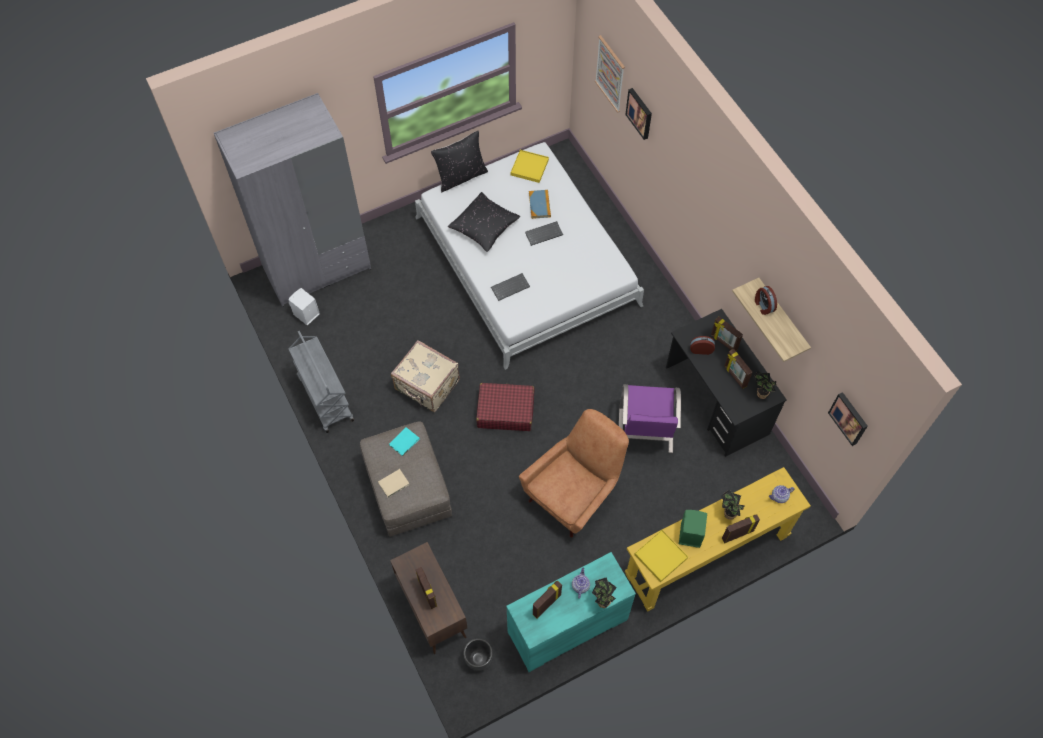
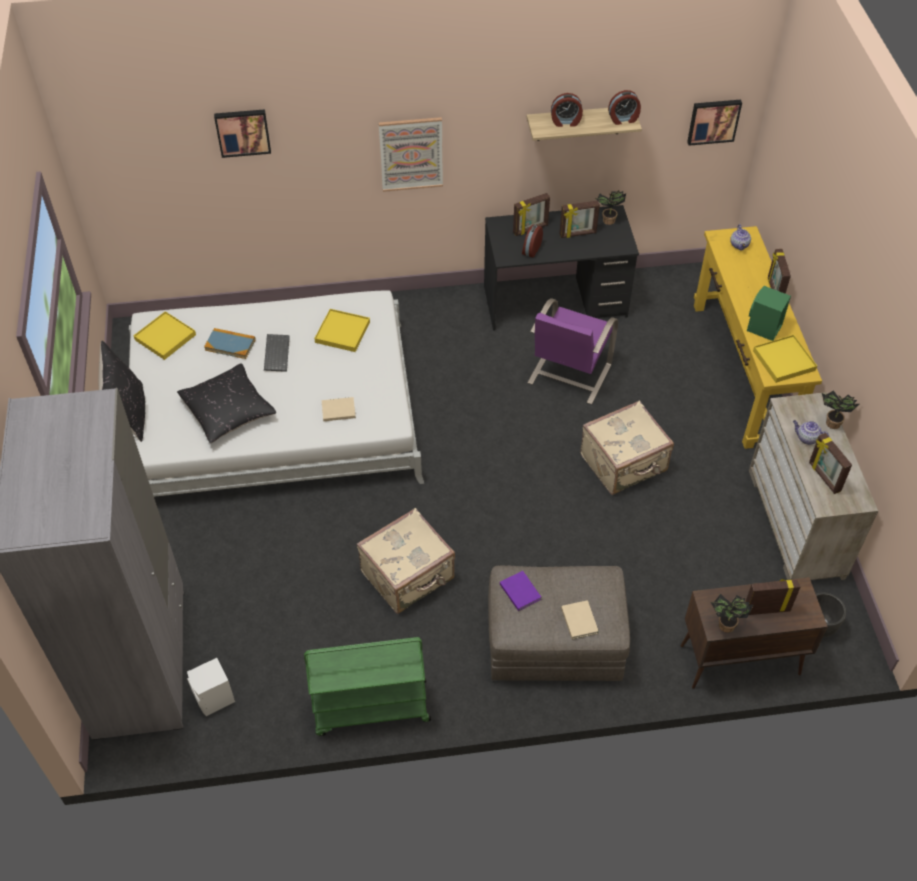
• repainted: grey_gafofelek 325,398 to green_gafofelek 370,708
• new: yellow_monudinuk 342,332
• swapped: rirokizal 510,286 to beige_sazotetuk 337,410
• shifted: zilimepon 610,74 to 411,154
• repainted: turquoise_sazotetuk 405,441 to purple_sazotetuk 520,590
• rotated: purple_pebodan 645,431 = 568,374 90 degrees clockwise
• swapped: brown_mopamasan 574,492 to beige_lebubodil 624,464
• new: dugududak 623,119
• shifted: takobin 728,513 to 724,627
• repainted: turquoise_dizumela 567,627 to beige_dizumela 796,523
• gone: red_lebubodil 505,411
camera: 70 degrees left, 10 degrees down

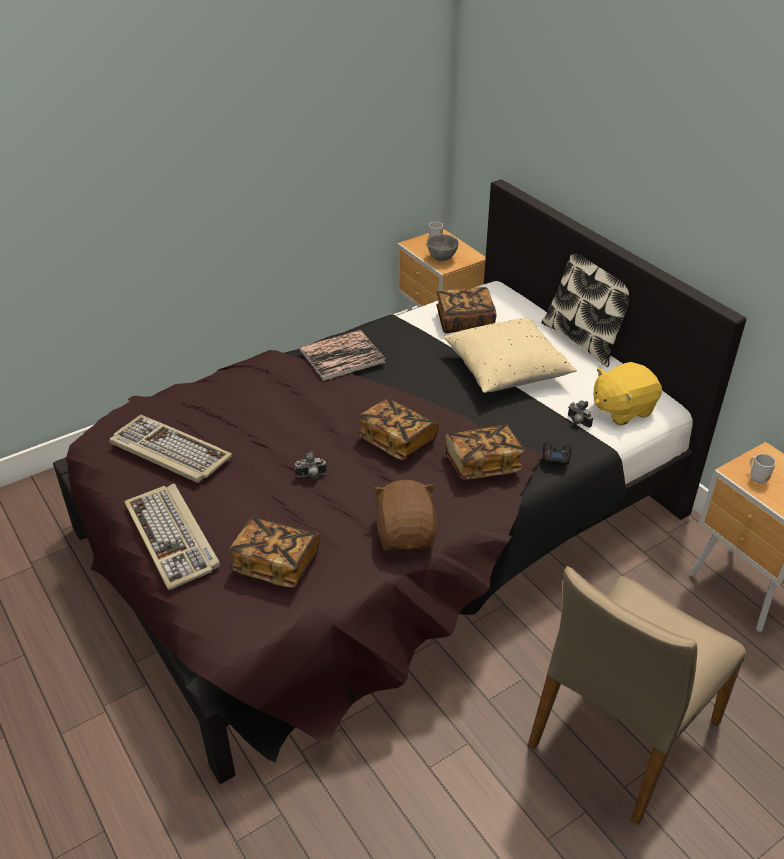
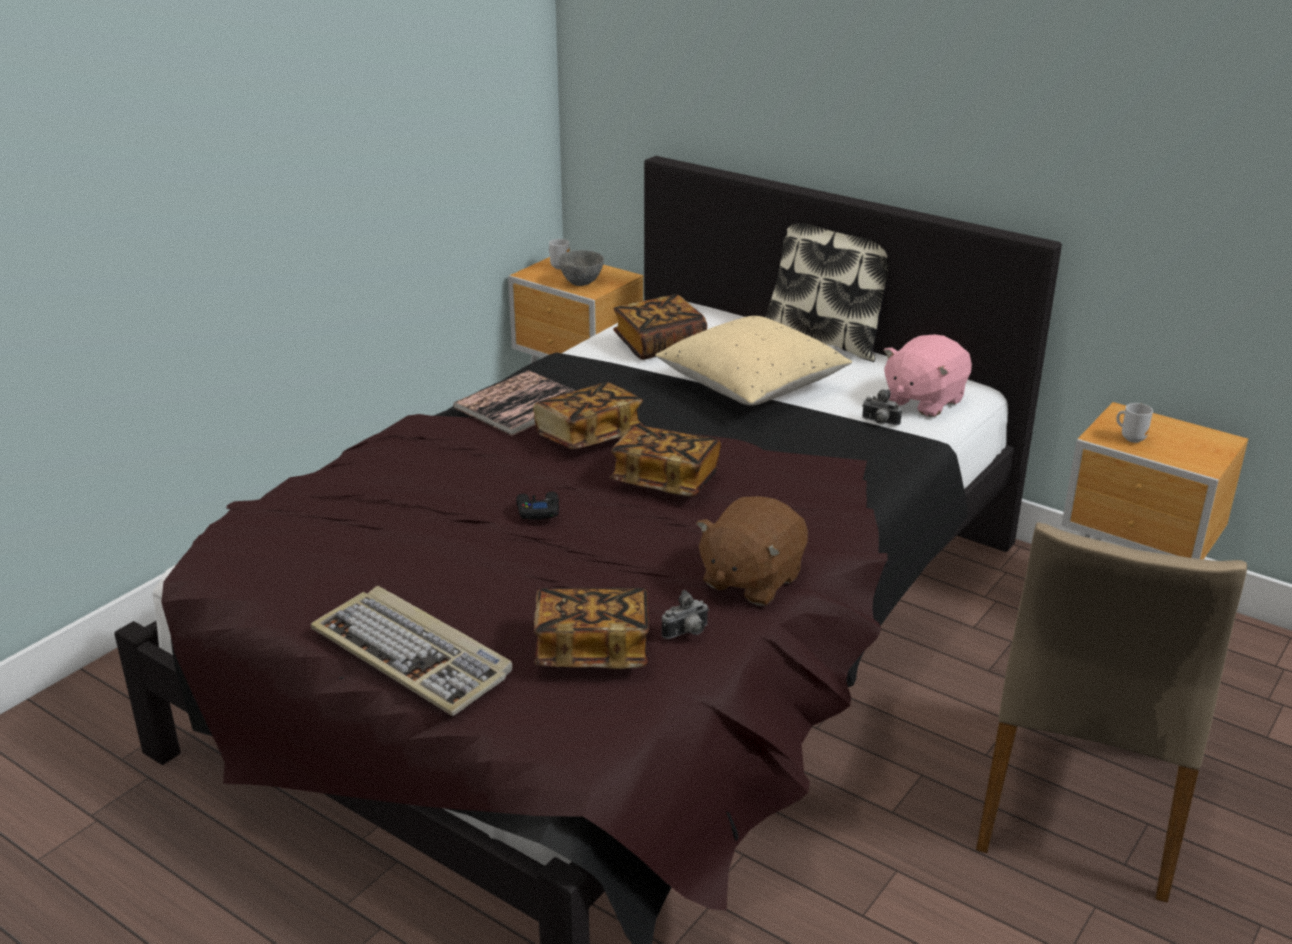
• shifted: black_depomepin 555,456 to 537,511
• shifted: sazotetuk 482,464 to 589,436
• shifted: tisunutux 311,476 to 687,633
• rotated: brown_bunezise 406,535 = 750,580 120 degrees counterclockwise
• repainted: yellow_bunezise 622,409 to pink_bunezise 923,401
• gone: rirokizal 168,452
camera: 20 degrees left, 10 degrees down

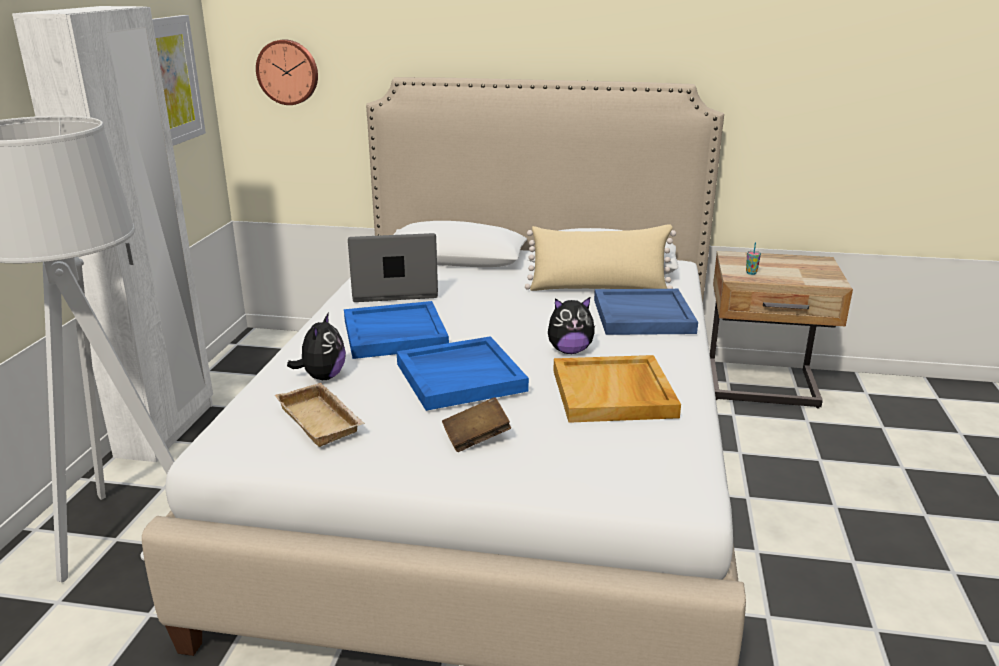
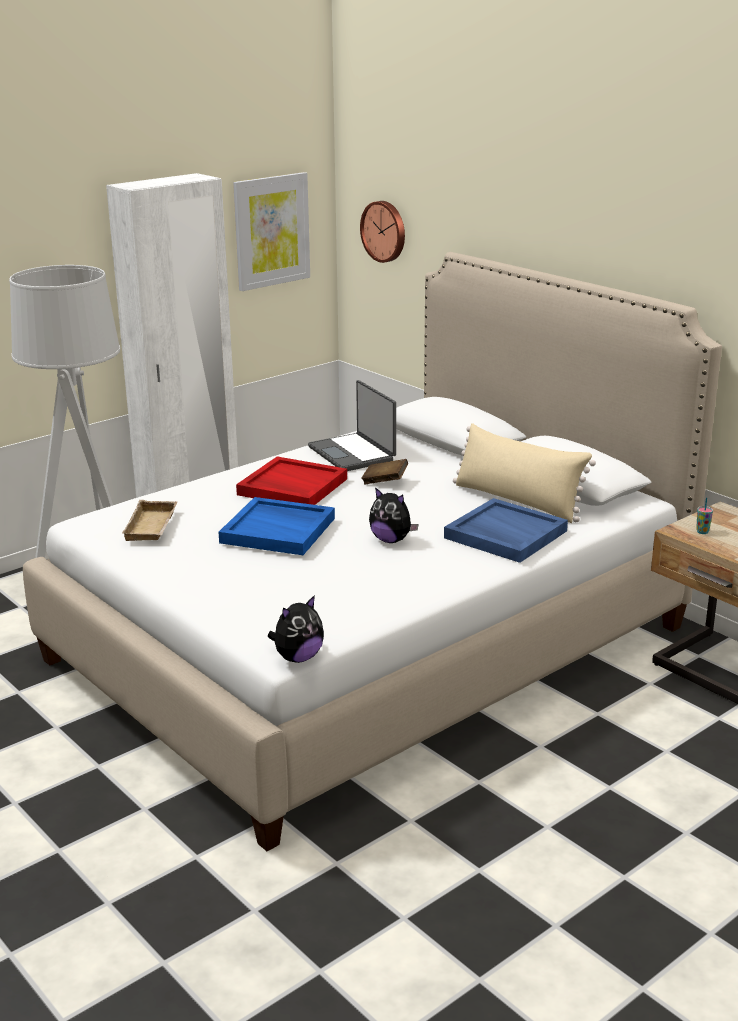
• repainted: blue_monudinuk 394,334 to red_monudinuk 291,487
• shifted: bunezise 322,377 to 298,658
• rotated: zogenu 394,290 = 353,454 150 degrees counterclockwise
• shifted: brown_sazotetuk 476,438 to 385,482
• gone: beige_monudinuk 614,394
camera: 40 degrees right, 0 degrees up

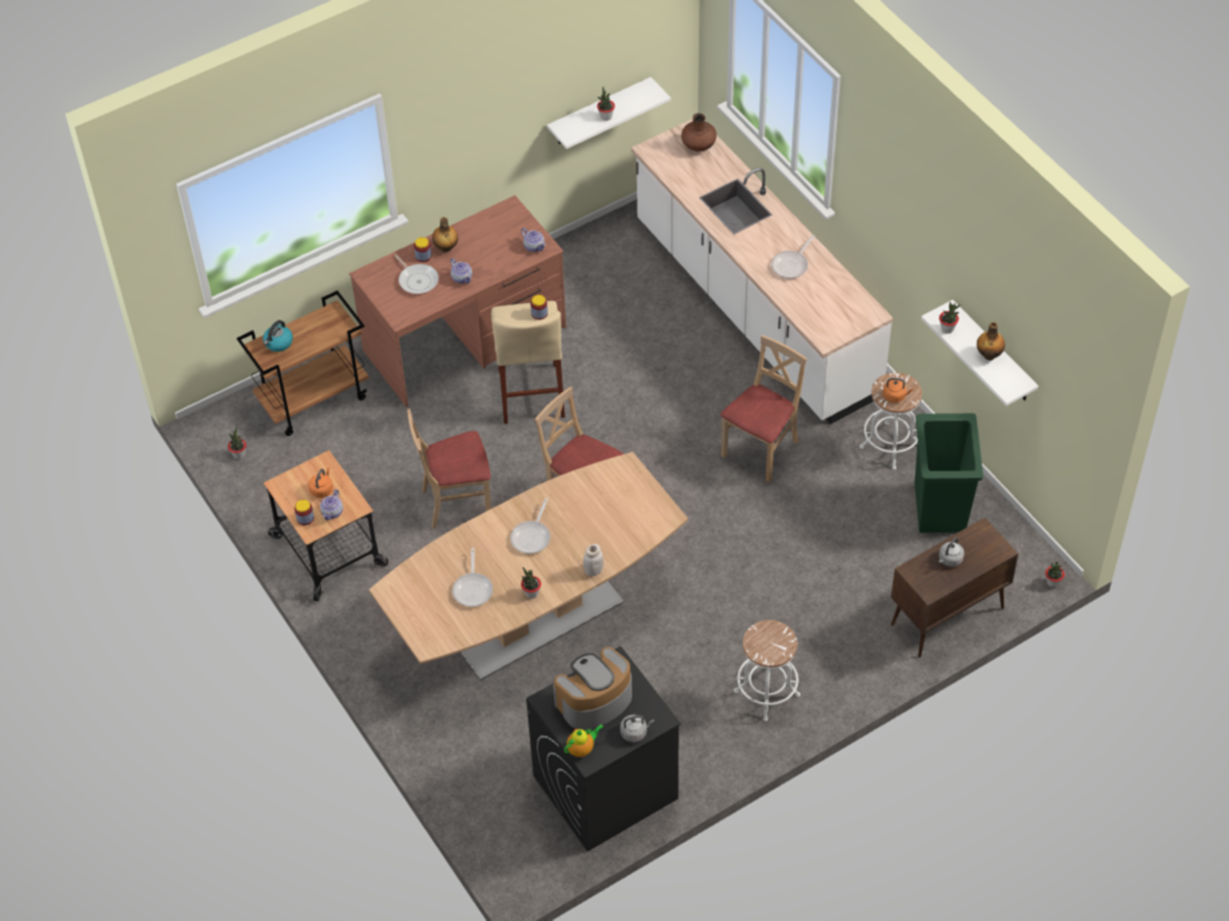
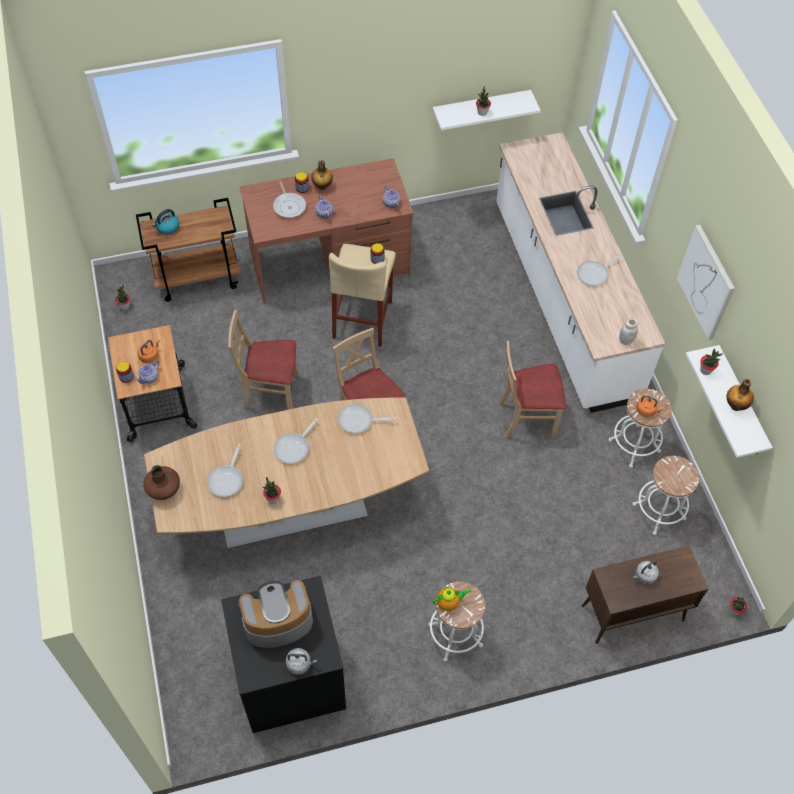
• shifted: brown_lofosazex 698,145 to 164,489
• new: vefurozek 359,421
• shifted: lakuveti 582,749 to 449,603
• rotated: beige_pebodan 761,450 = 527,418 150 degrees counterclockwise
• shifted: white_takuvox 593,570 to 626,340
• swapped: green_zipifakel 940,506 to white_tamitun 659,511
• new: zilimepon 706,282
camera: 15 degrees right, 5 degrees up

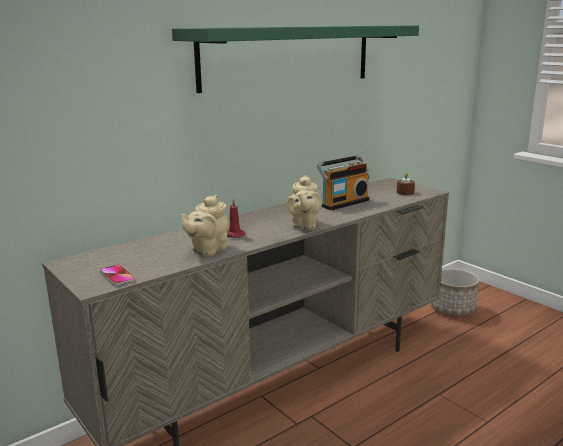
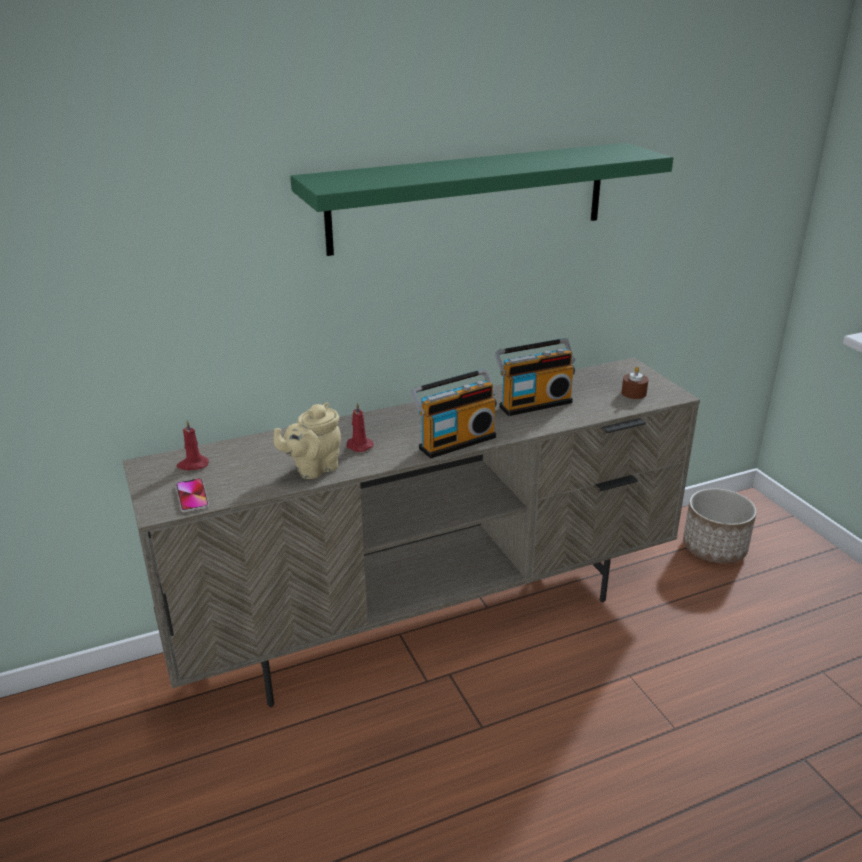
• new: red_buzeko 192,465
• swapped: beige_lakuveti 304,226 to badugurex 455,441
camera: 15 degrees right, 10 degrees up

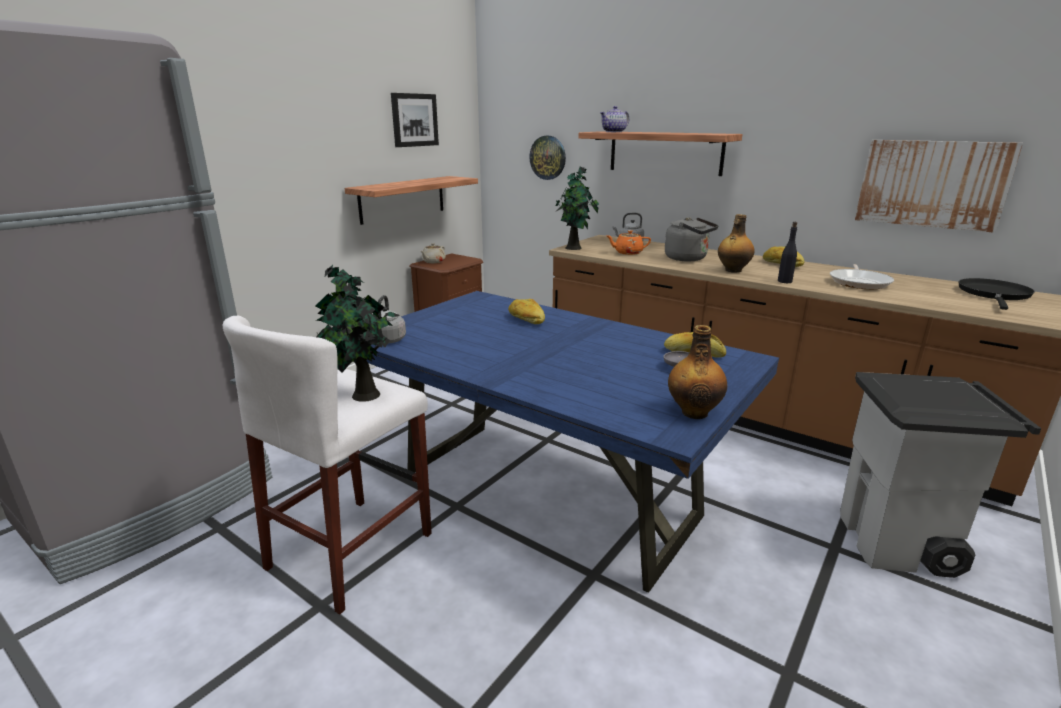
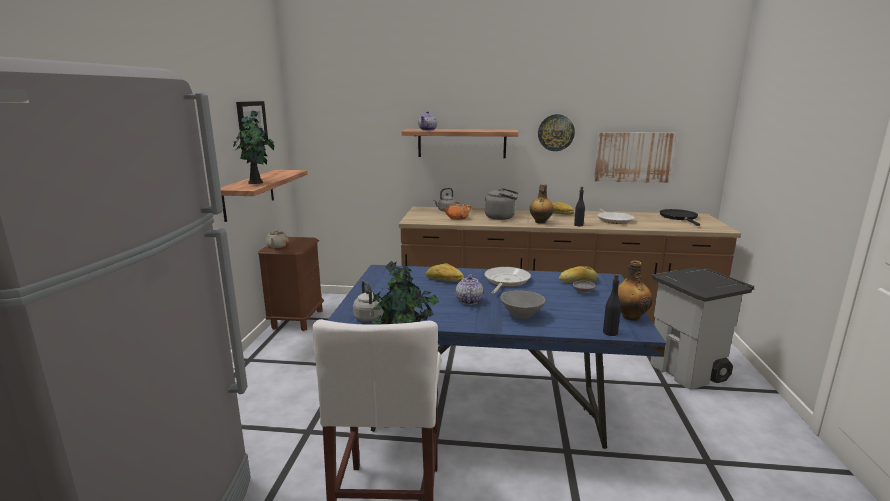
• shifted: takobin 574,248 to 257,182
• new: lakuveti 468,301
• new: vefurozek 506,281
• new: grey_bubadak 521,315
• shifted: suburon 548,157 to 556,132
• new: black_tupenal 610,332
camera: 30 degrees left, 5 degrees down

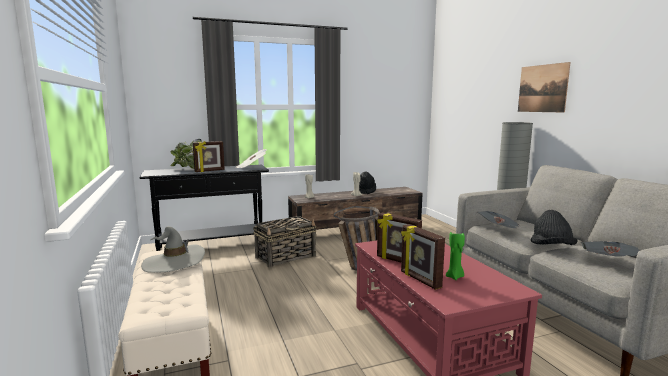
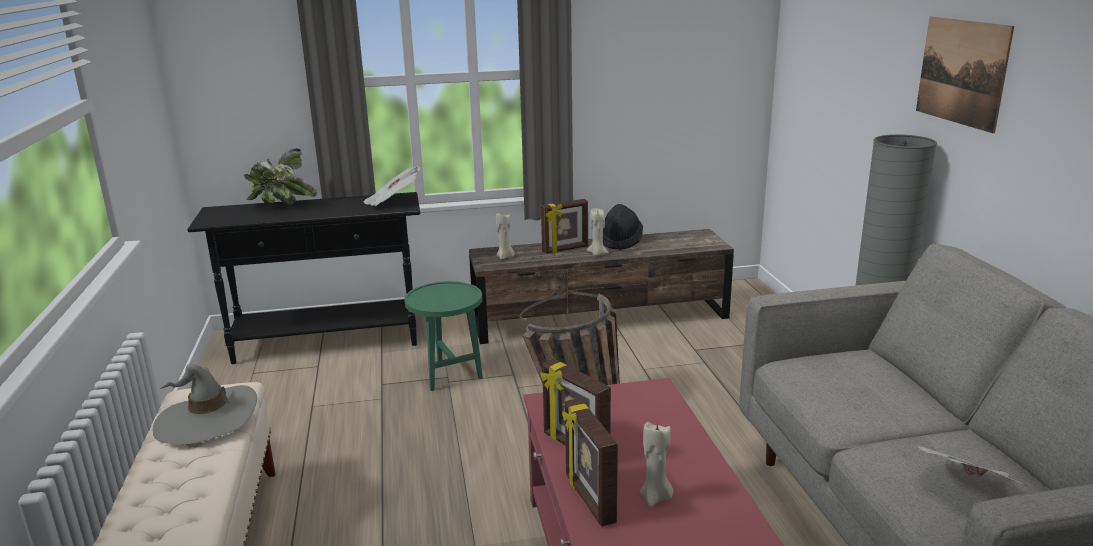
• swapped: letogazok 286,257 to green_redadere 449,374
• shifted: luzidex 210,171 to 565,249
• repainted: green_buzeko 455,277 to beige_buzeko 656,497
• gone: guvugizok 498,231
• gone: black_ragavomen 551,247
camera: 10 degrees right, 10 degrees up

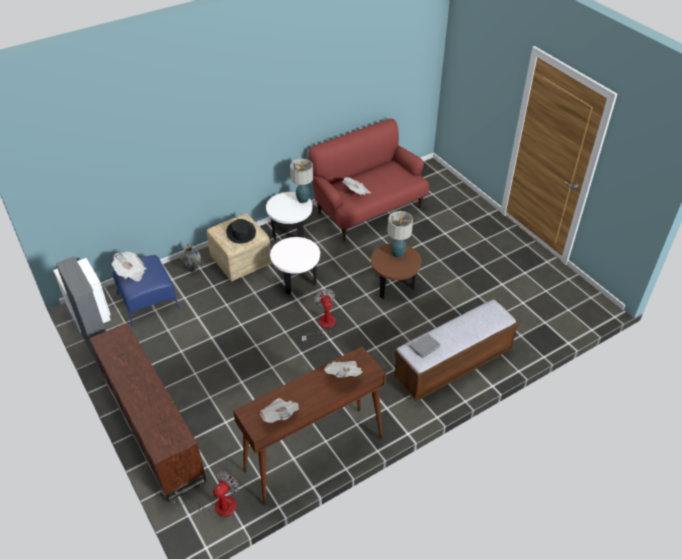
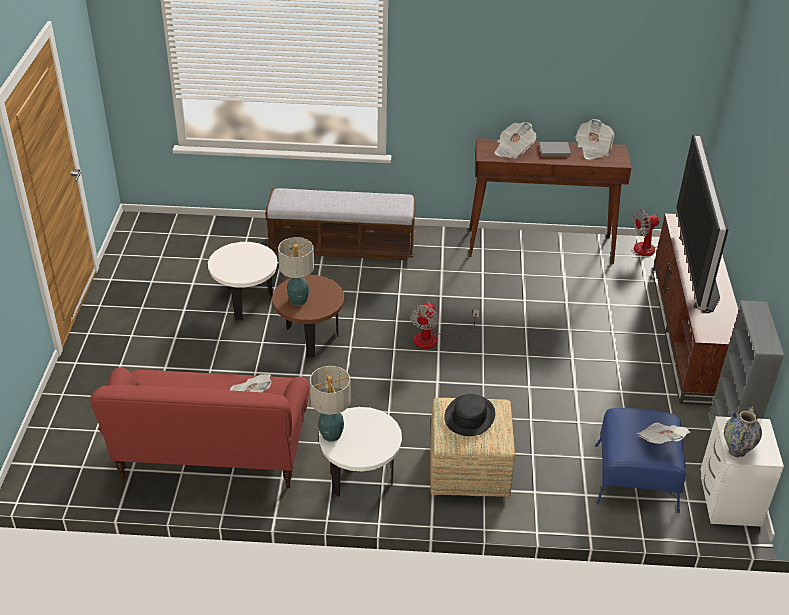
• shifted: white_redadere 296,280 to 246,303
• shifted: grey_sazotetuk 425,346 to 553,150
• new: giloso 697,271
• shifted: lofosazex 192,268 to 736,451
camera: 145 degrees left, 5 degrees down

